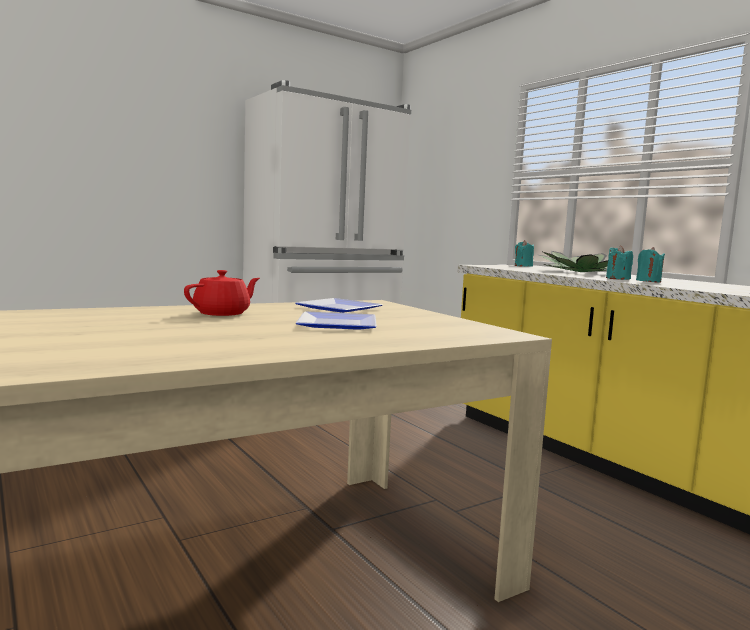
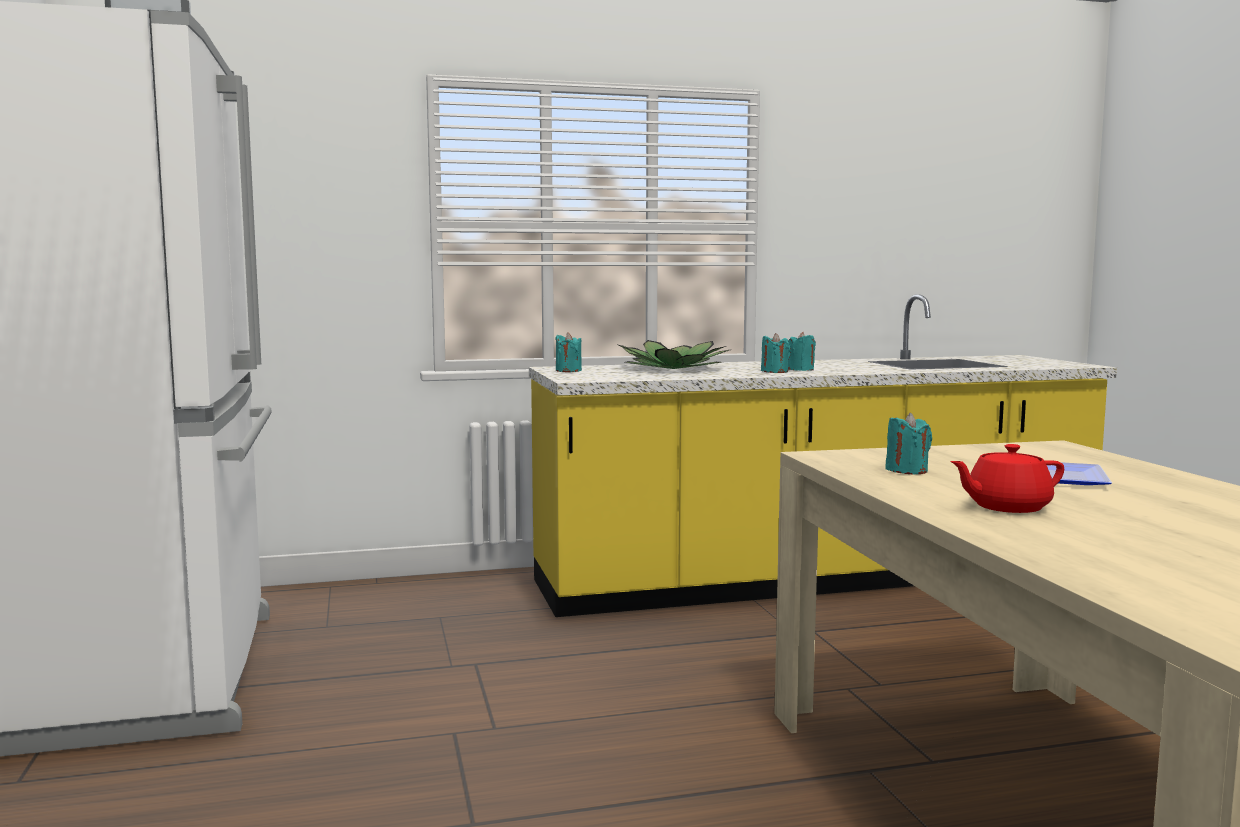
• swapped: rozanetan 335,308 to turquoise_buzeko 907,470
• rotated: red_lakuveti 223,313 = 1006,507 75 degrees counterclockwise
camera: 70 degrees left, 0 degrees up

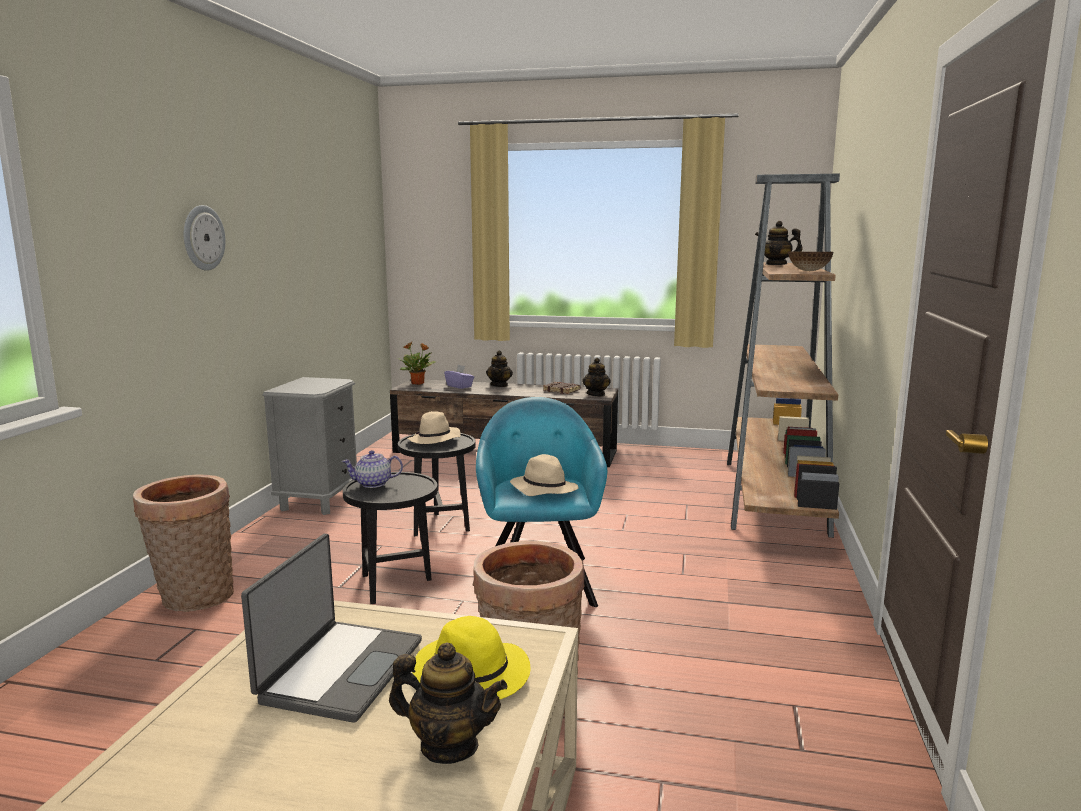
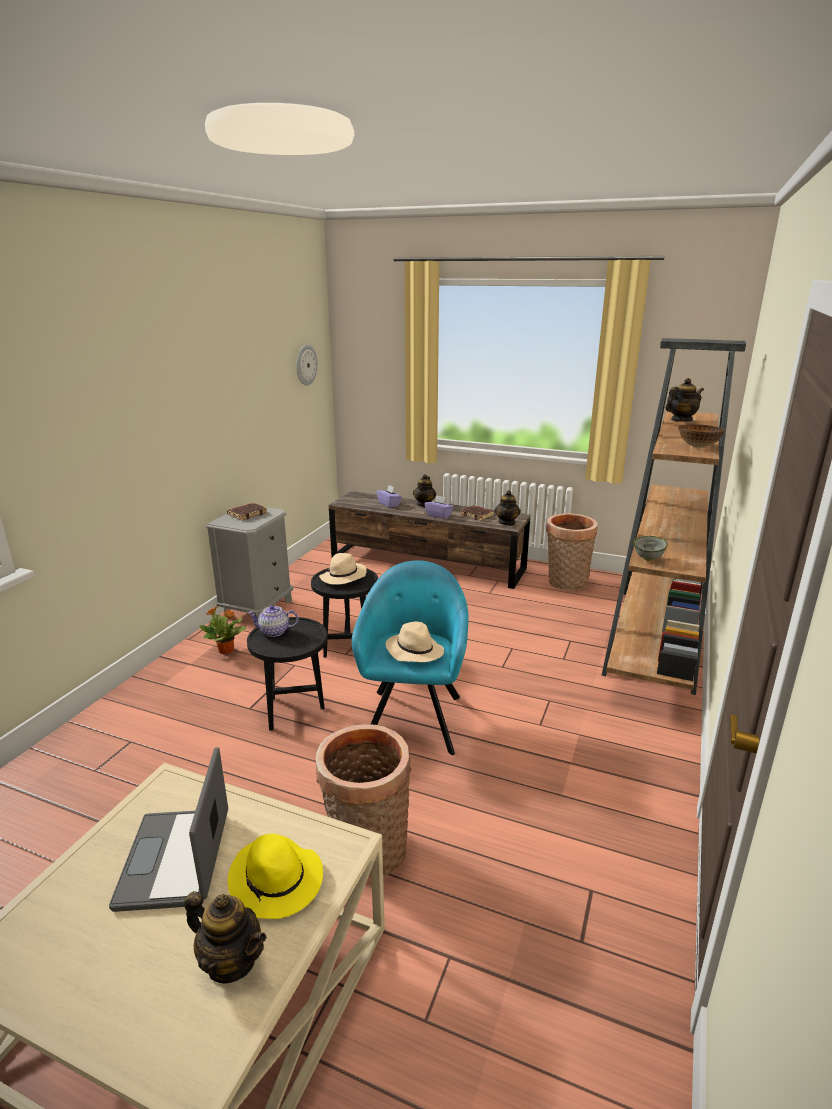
• rotated: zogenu 339,670 = 177,859 150 degrees clockwise
• shifted: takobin 418,383 to 226,651
• new: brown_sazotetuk 247,514
• shifted: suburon 203,238 to 305,365
• new: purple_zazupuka 439,515
• shifted: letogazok 194,599 to 566,584
• new: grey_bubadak 648,559
• rotated: lakuveti 776,264 = 681,420 120 degrees clockwise
camera: 10 degrees right, 10 degrees up

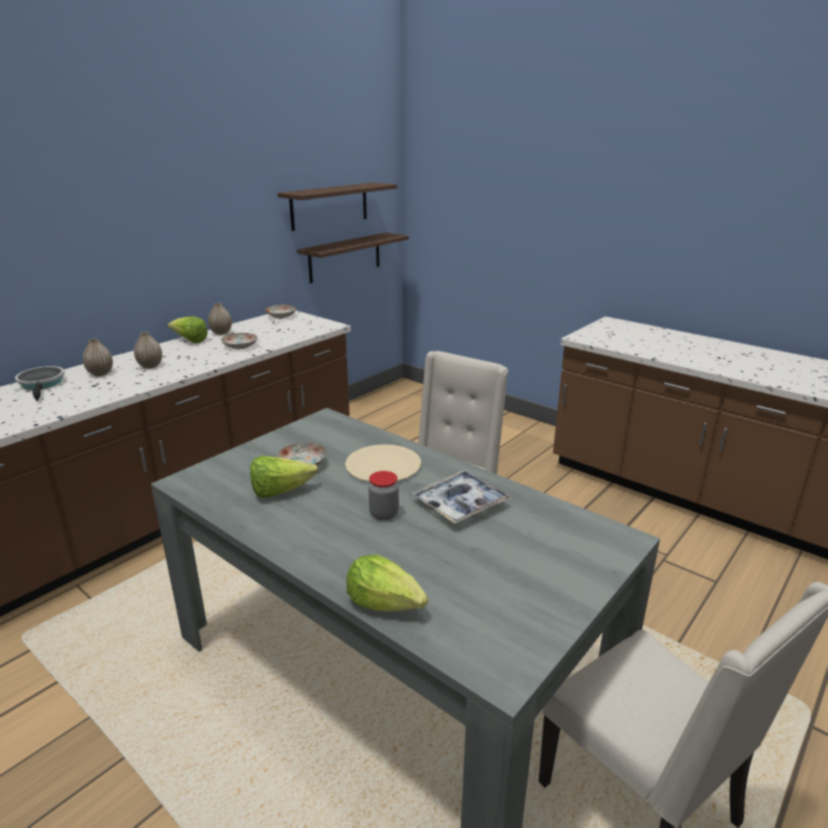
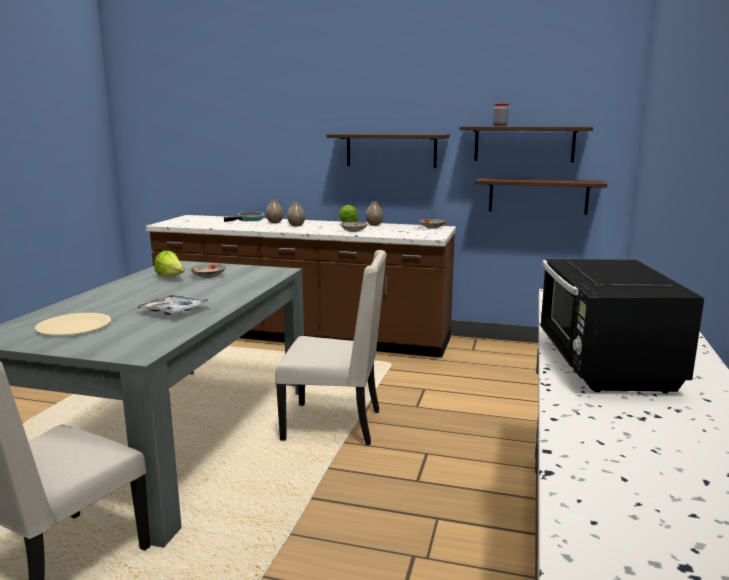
• shifted: beige_rozanetan 383,466 to 74,326
• new: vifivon 391,150
• shifted: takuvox 384,514 to 500,126
• new: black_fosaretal 604,365
• gone: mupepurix 385,602
camera: 65 degrees right, 10 degrees down

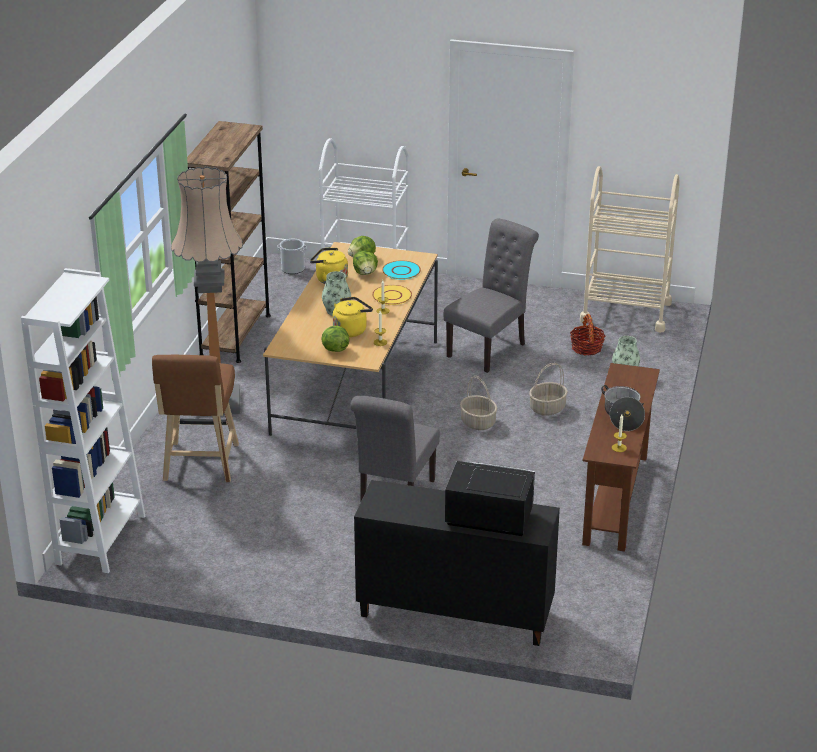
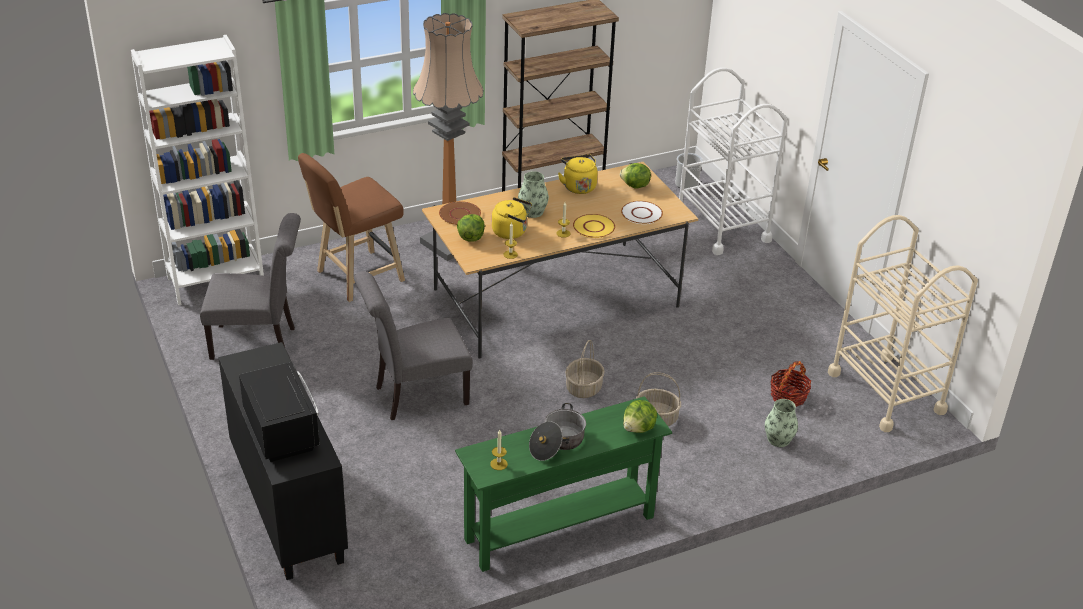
• shifted: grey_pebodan 490,348 to 259,342
• new: brown_rozanetan 459,214
• repainted: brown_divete 616,499 to green_divete 560,528
• repainted: turquoise_rozanetan 401,271 to white_rozanetan 641,213
• shifted: mupepurix 365,273 to 638,428
camera: 50 degrees right, 5 degrees up

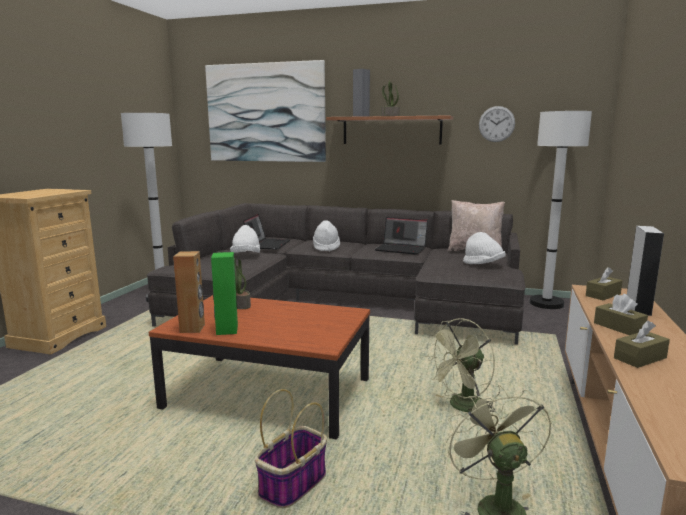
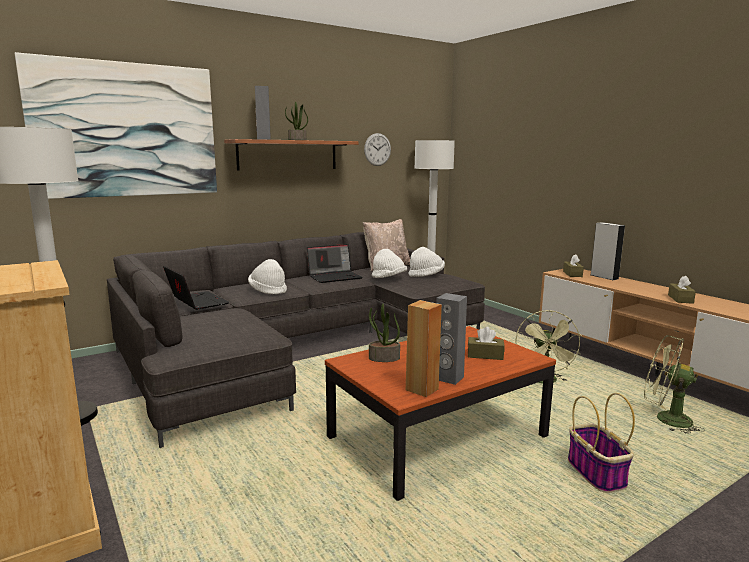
• shifted: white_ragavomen 246,255 to 389,278
• repainted: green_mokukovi 226,330 to grey_mokukovi 448,378
• shifted: brown_zazupuka 619,327 to 485,355
camera: 50 degrees left, 0 degrees up

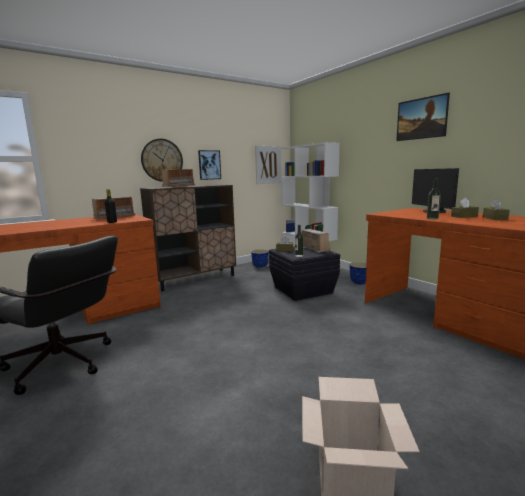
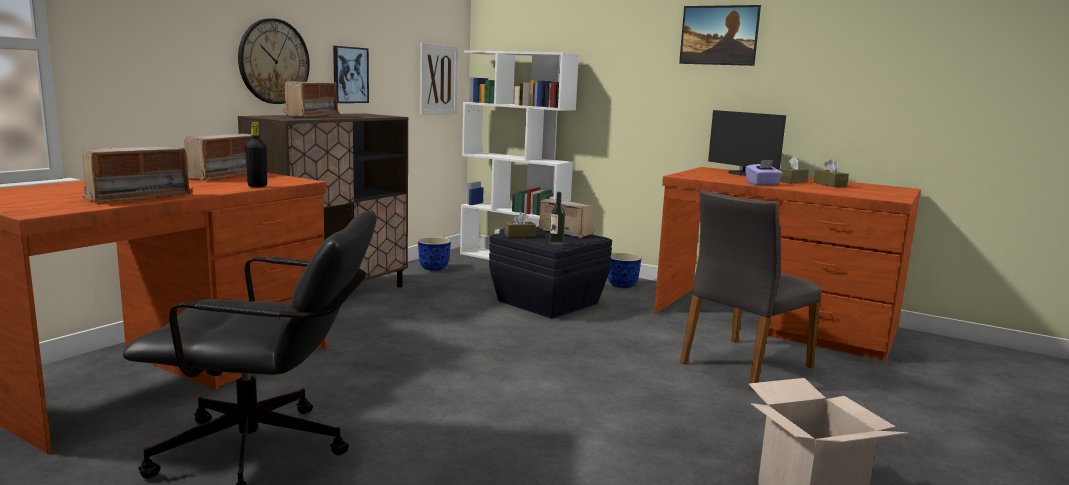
• new: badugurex 139,197
• new: grey_pebodan 743,364
• swapped: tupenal 432,218 to purple_zazupuka 762,184
camera: 25 degrees left, 0 degrees up

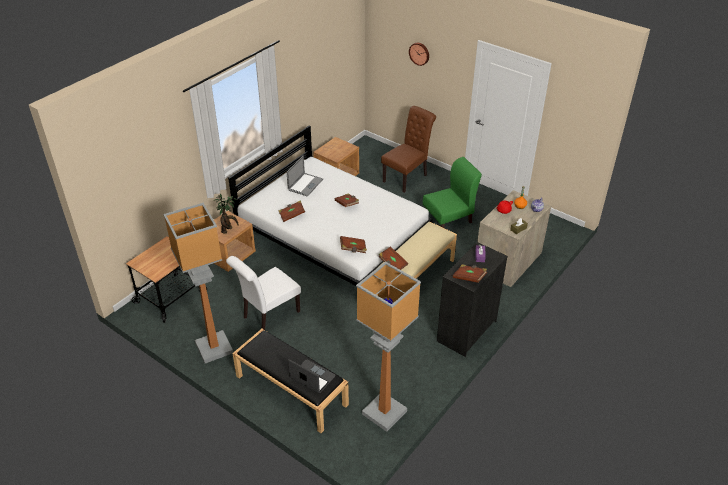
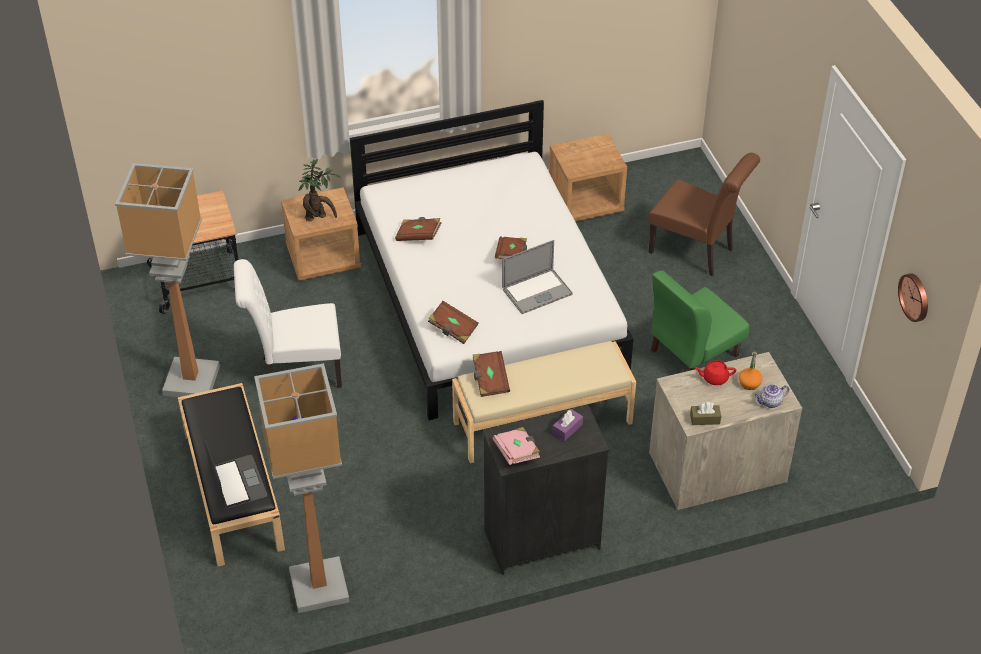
• repainted: brown_sazotetuk 469,278 to pink_sazotetuk 517,452
• shifted: zogenu 305,184 to 537,291
• rotated: brown_pebodan 407,177 = 696,252 45 degrees clockwise
• rotated: green_pebodan 449,218 = 693,352 135 degrees clockwise
• shifted: suburon 419,53 to 915,297
camera: 35 degrees right, 5 degrees up

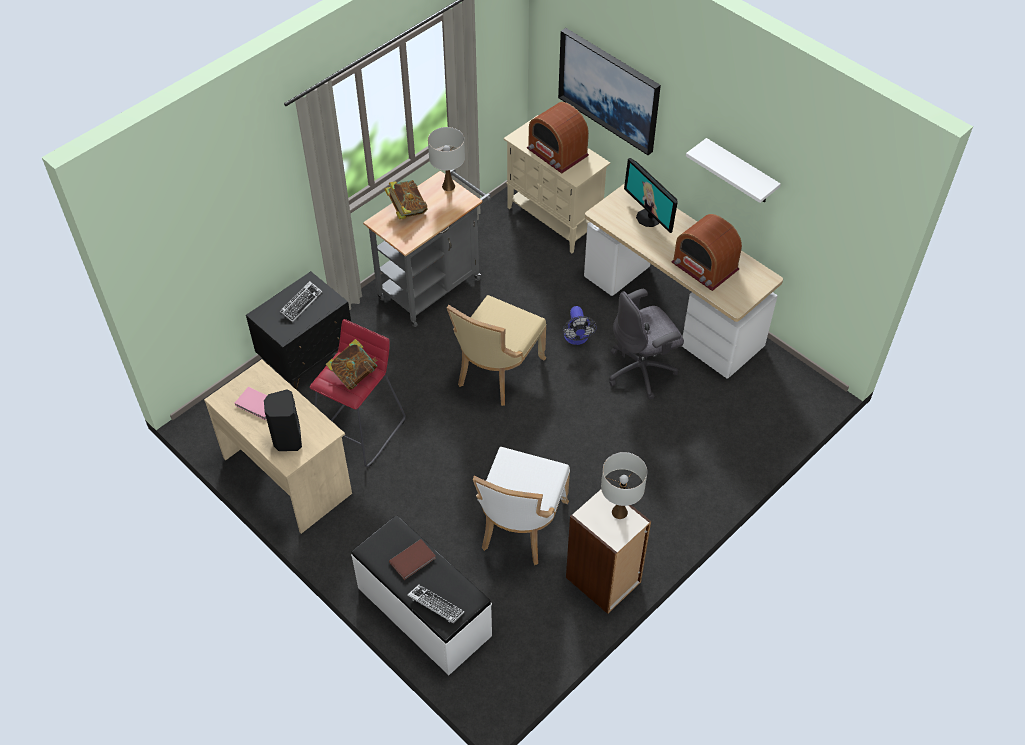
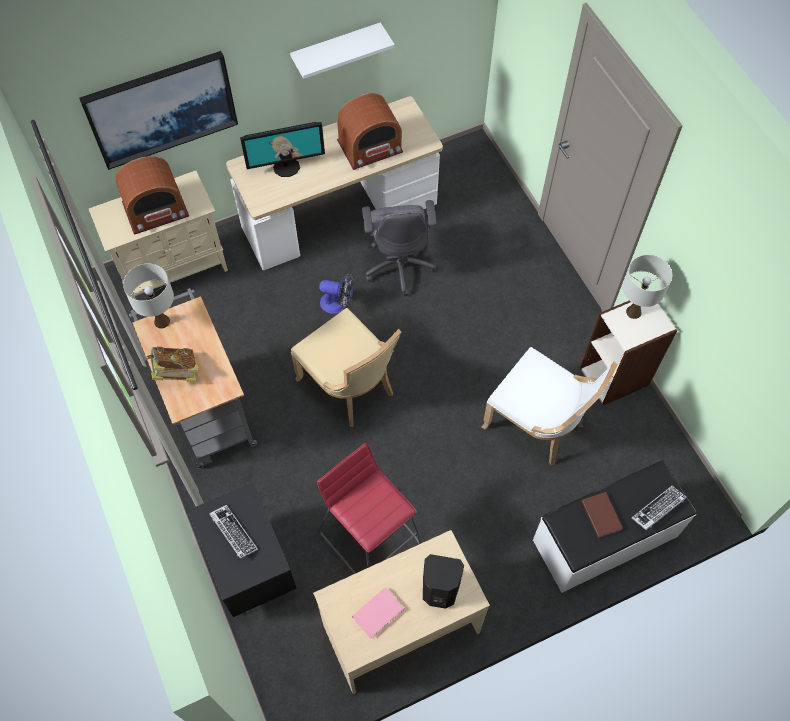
• gone: sazotetuk 354,375
camera: 70 degrees left, 10 degrees up

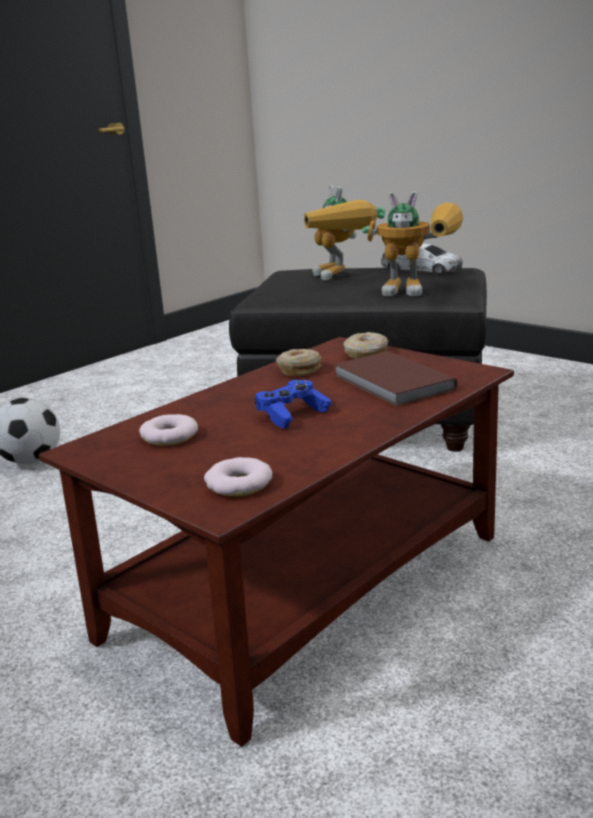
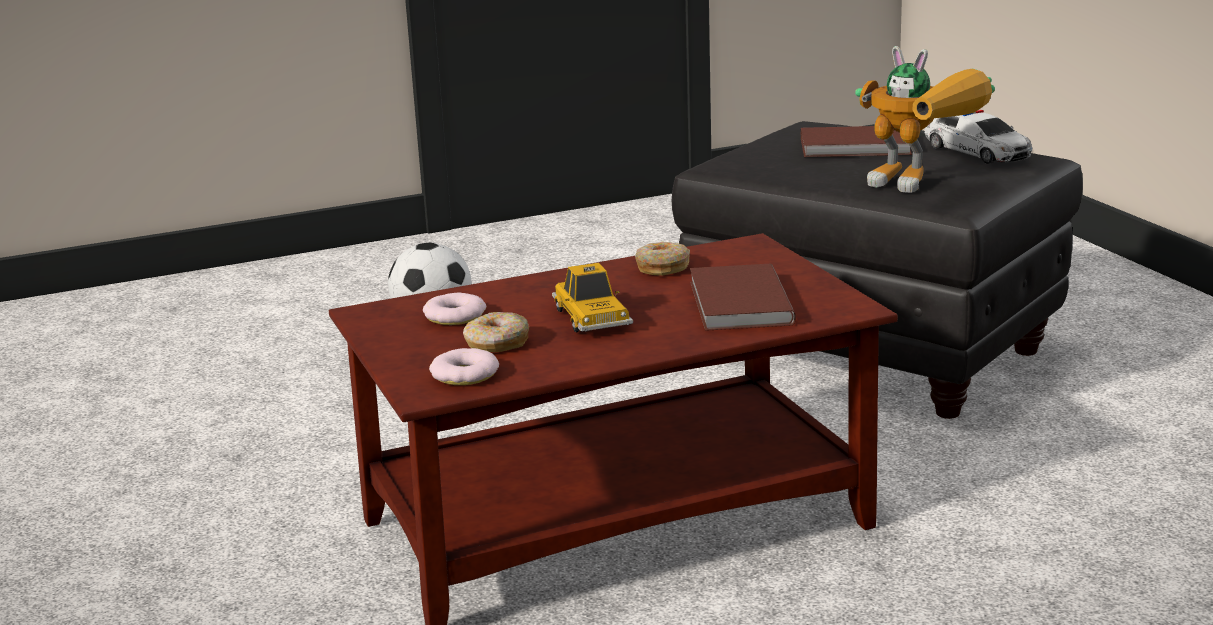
• shifted: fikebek 366,354 to 496,343
• swapped: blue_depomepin 292,415 to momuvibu 592,318
• swapped: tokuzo 341,277 to brown_sazotetuk 856,147
camera: 25 degrees right, 0 degrees up

